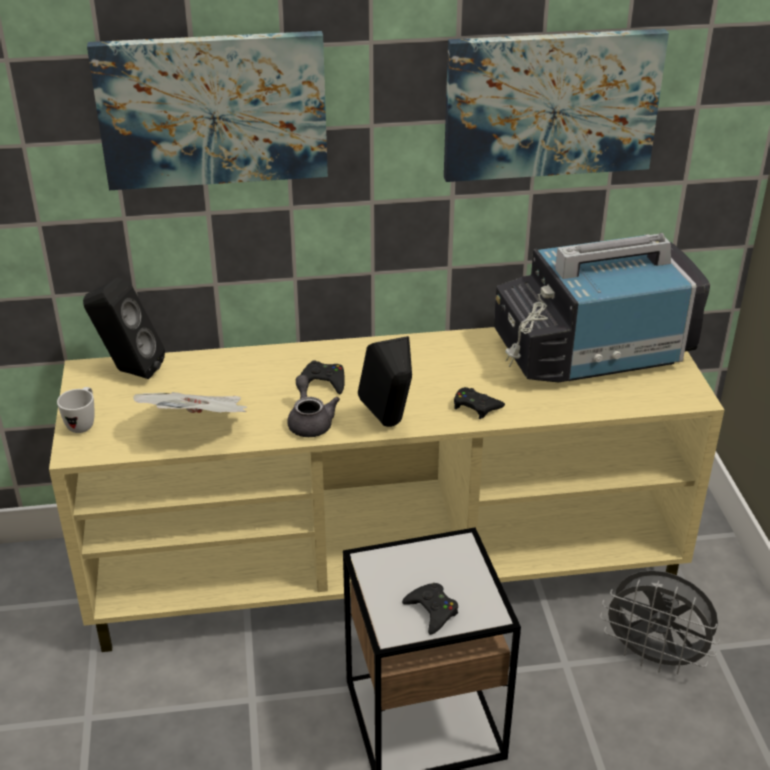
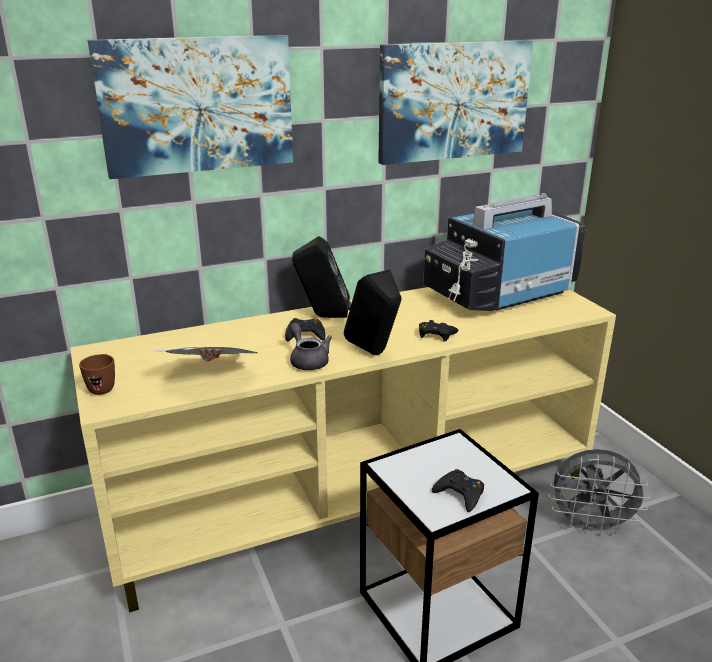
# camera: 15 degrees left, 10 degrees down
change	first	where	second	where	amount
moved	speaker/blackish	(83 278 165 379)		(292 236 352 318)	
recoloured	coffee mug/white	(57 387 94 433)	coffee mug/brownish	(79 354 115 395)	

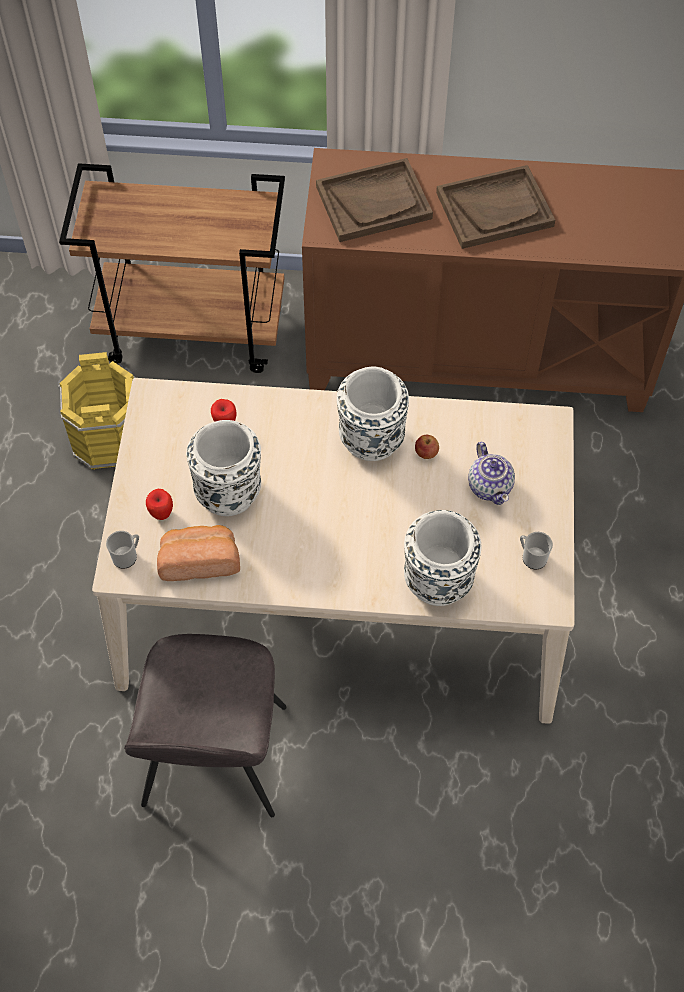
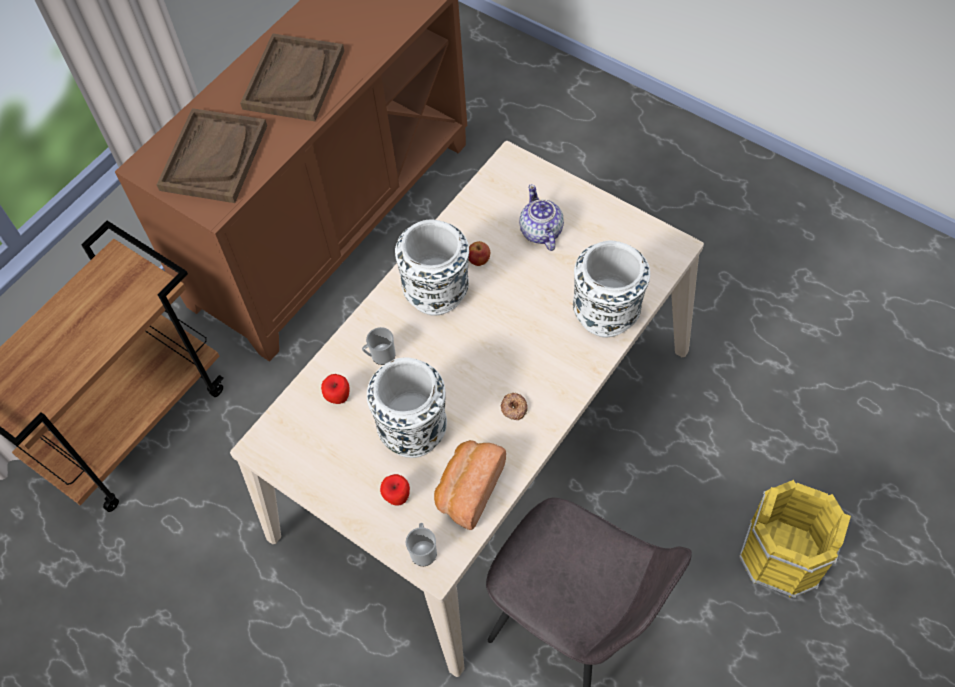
# camera: 55 degrees left, 0 degrees up
change	first	where	second	where	amount
moved	bucket/yellowish	(58 352 136 470)		(739 480 851 598)	
turned	tea pot	(468 442 515 505)		(519 184 564 251)	120 degrees counterclockwise
moved	coffee mug	(520 532 553 570)		(362 327 396 365)	
added			donut	(500 393 528 420)	

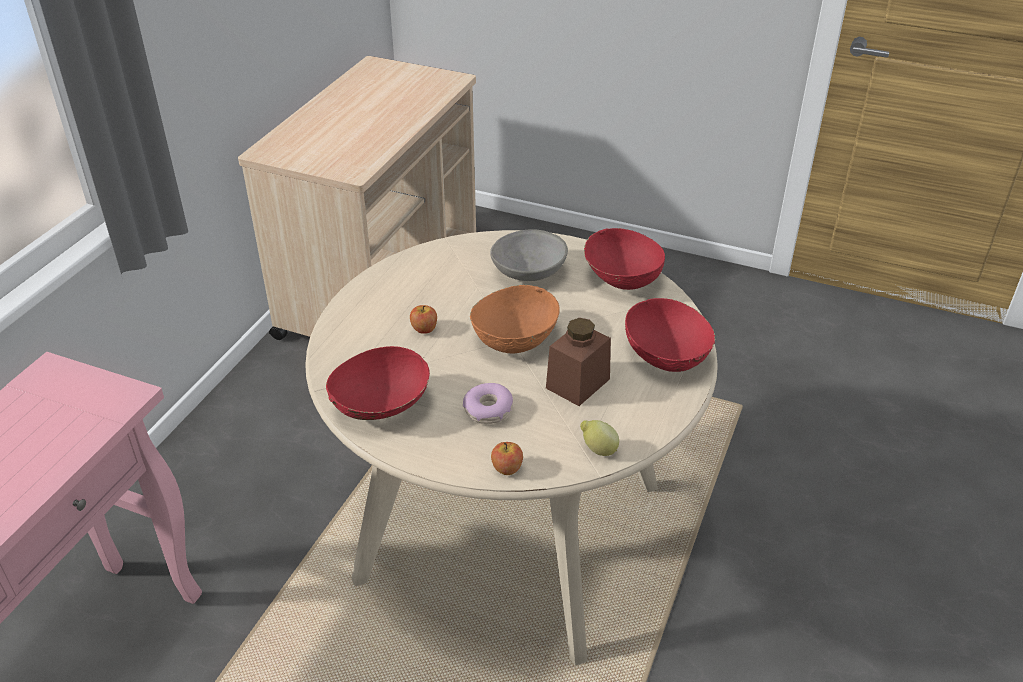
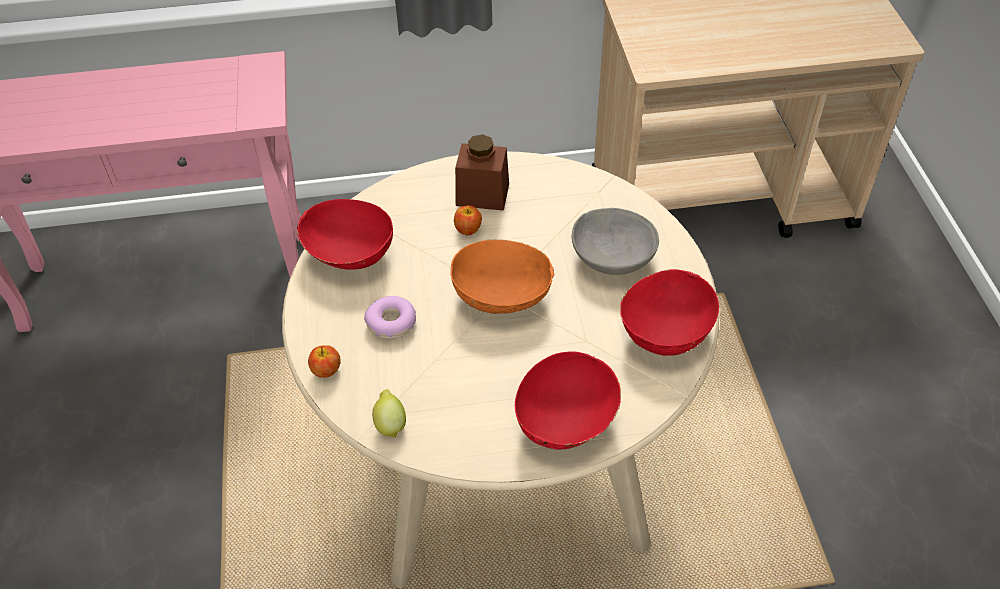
# camera: 60 degrees right, 10 degrees up
change	first	where	second	where	amount
moved	jar/brownish	(546 318 611 406)		(455 134 509 211)	

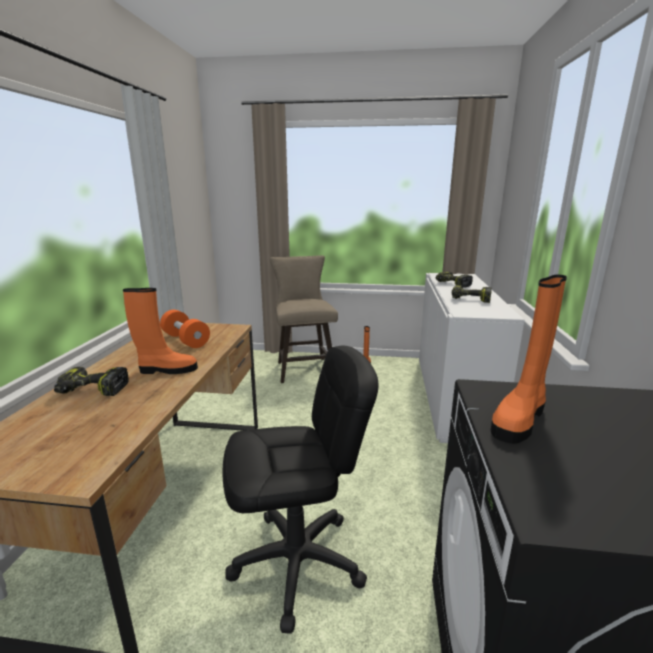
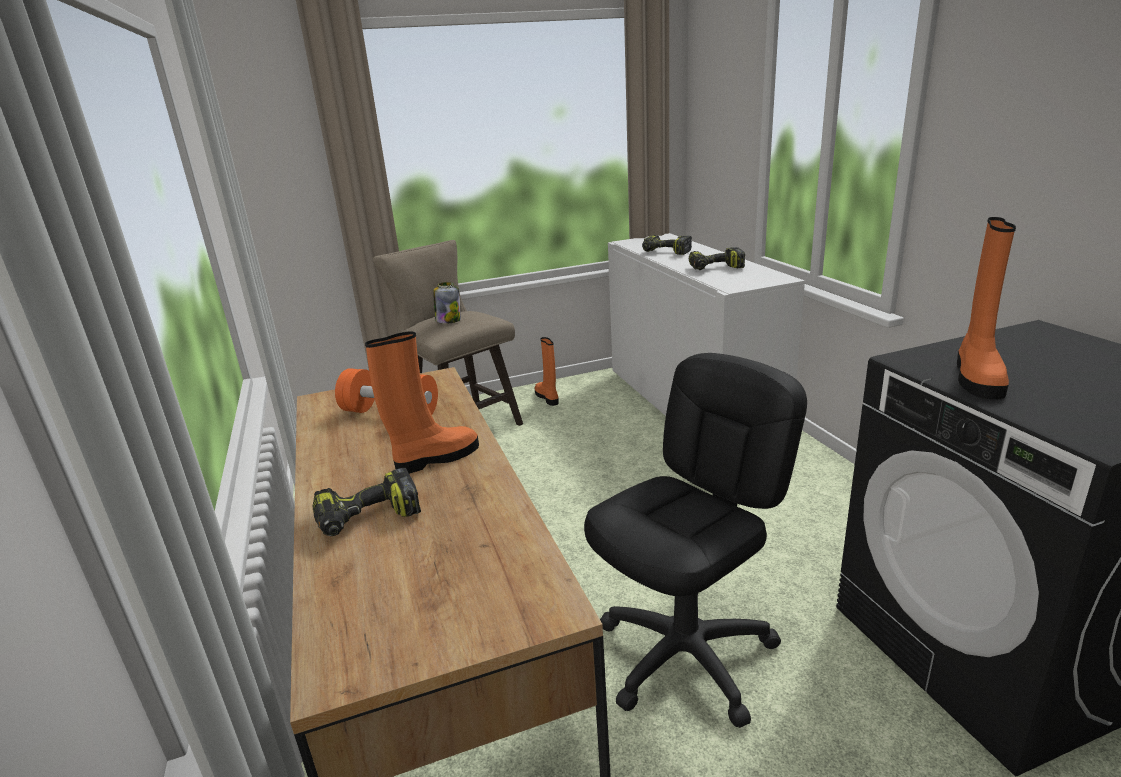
# camera: 25 degrees left, 5 degrees up
change	first	where	second	where	amount
added			jar	(433 282 461 324)	

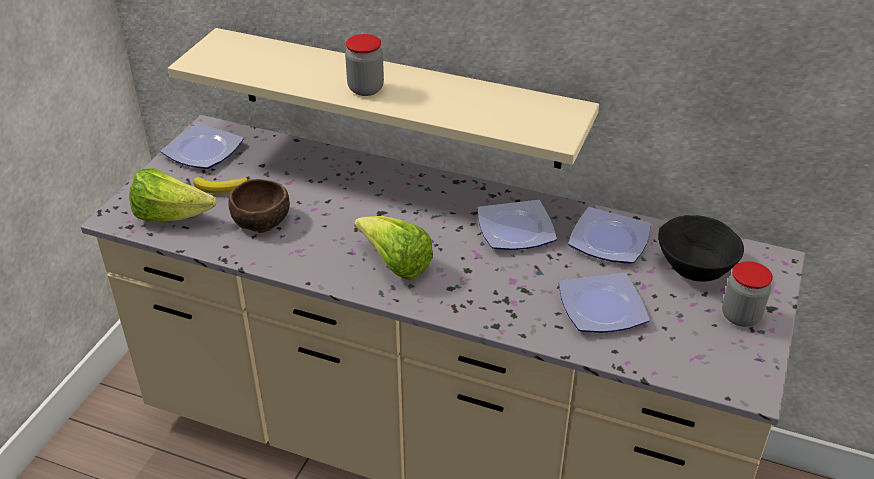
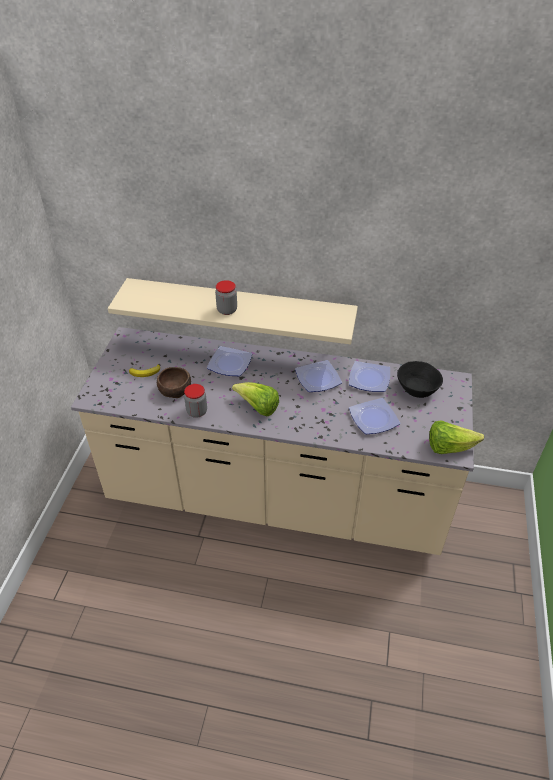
# camera: 10 degrees left, 5 degrees up
change	first	where	second	where	amount
moved	flat dish	(160 123 244 169)		(207 346 252 376)	
moved	head of lettuce	(129 168 217 222)		(429 420 484 454)	
moved	jar	(722 261 773 327)		(184 384 207 418)	

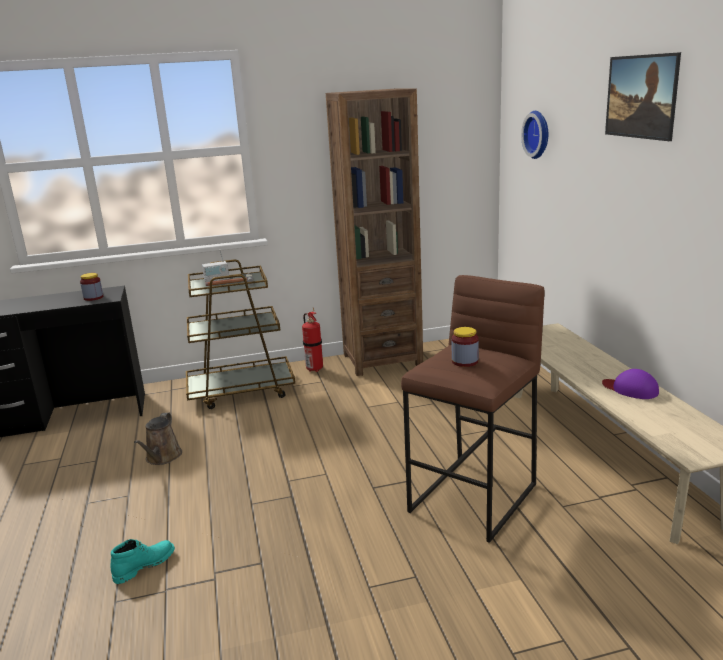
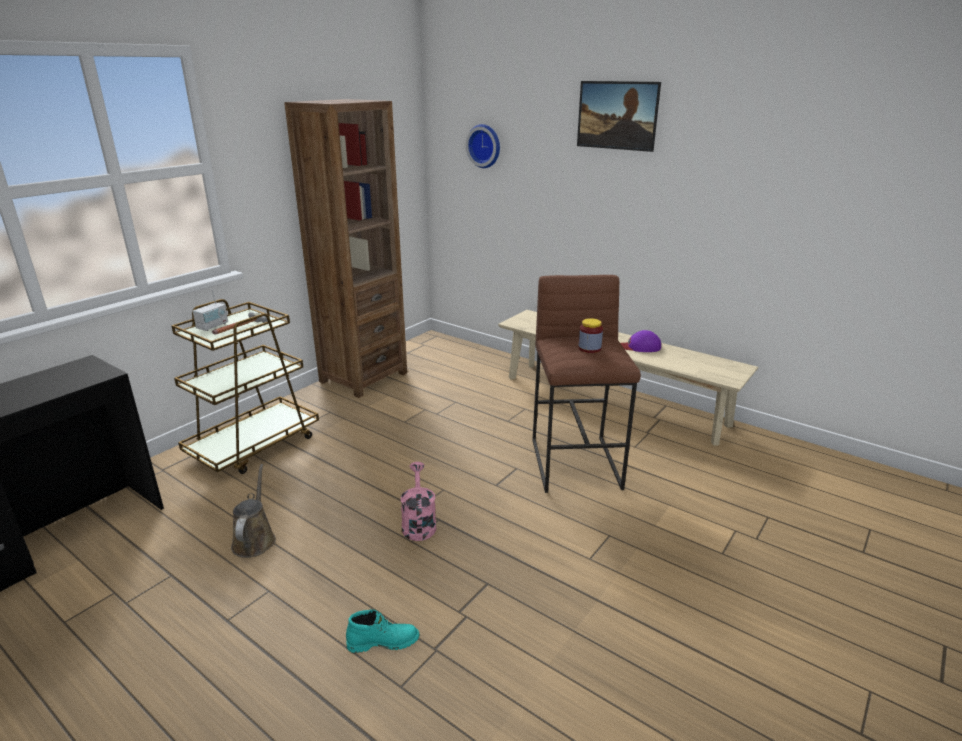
# camera: 40 degrees left, 5 degrees up
change	first	where	second	where	amount
removed	jar	(80 273 103 301)			
removed	fire extinguisher	(302 308 323 372)			
turned	sprinkling can/brownish	(134 413 182 465)		(231 464 276 558)	150 degrees counterclockwise
turned	high-top boot/turquoise-coloured	(111 539 175 584)		(346 609 420 653)	75 degrees clockwise
added			sprinkling can/pink-coloured	(401 462 436 541)	

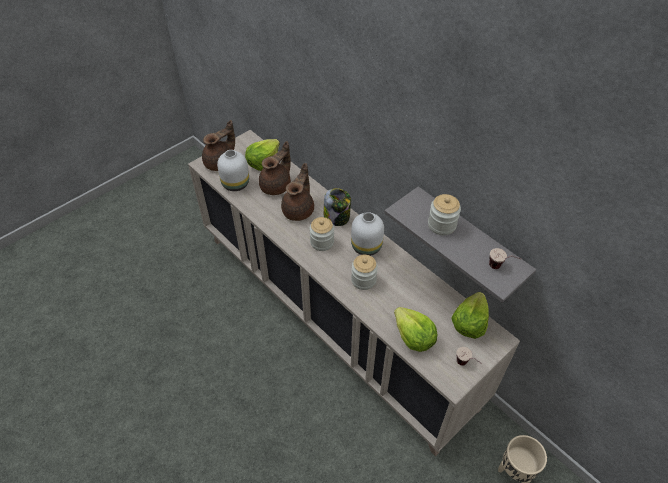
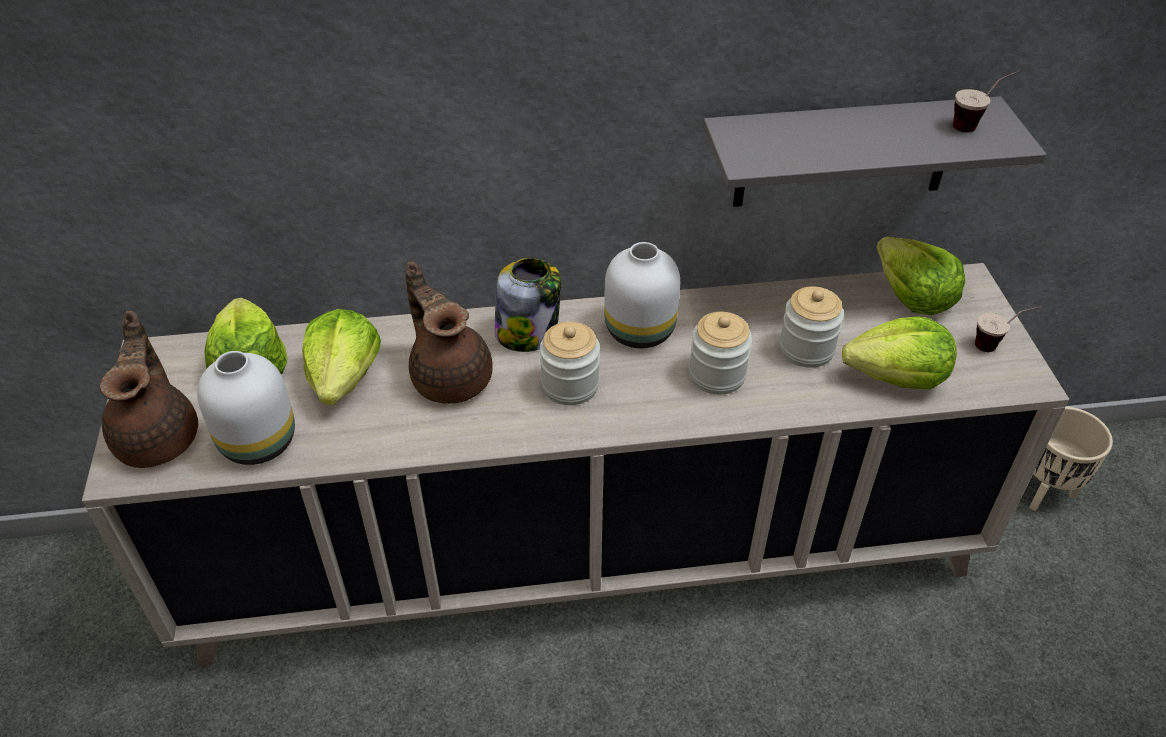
# camera: 55 degrees left, 5 degrees down
change	first	where	second	where	amount
replaced	tea pot/brownish	(259 141 291 195)	head of lettuce	(302 309 381 405)	
moved	jar	(428 194 461 235)		(779 286 844 368)	

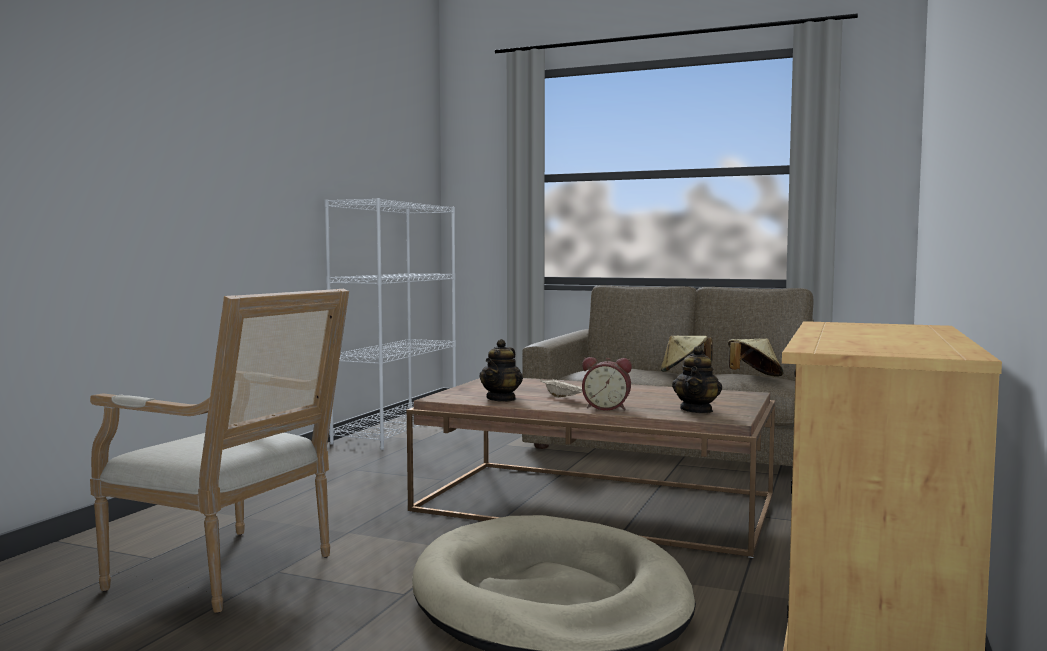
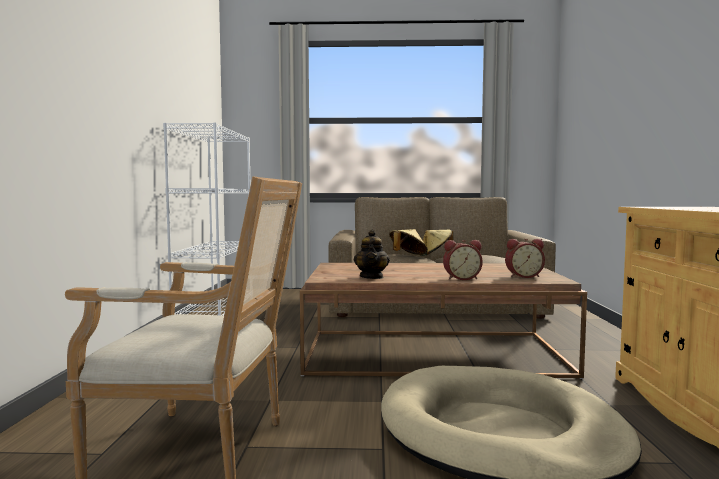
# camera: 20 degrees left, 0 degrees up
change	first	where	second	where	amount
moved	clothing hat/beige-coloured	(728 339 783 377)		(389 229 428 255)	
replaced	tea pot	(672 346 722 413)	alarm clock	(505 239 545 278)	
removed	serving tray/beige-coloured	(540 379 583 398)			

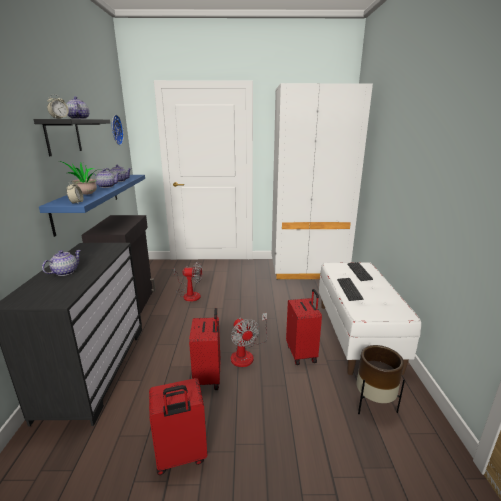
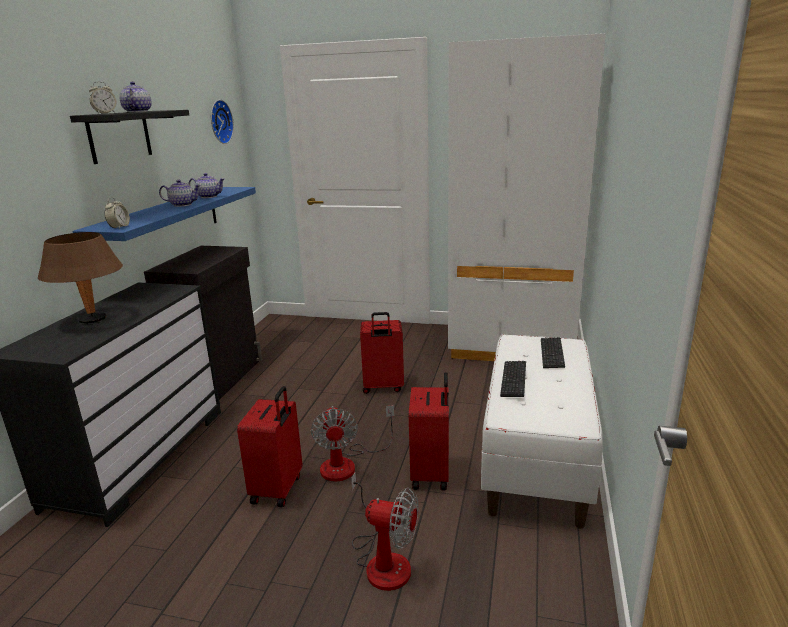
# camera: 15 degrees right, 0 degrees up
change	first	where	second	where	amount
removed	houseplant	(60 161 101 195)			
replaced	tea pot	(42 250 81 276)	tabletop lamp/brownish	(38 232 123 324)	
moved	fan	(173 261 202 302)		(351 472 419 591)	
removed	planter/brownish	(357 345 405 414)			
moved	piece of luggage/reddish	(149 378 207 475)		(360 312 404 394)	

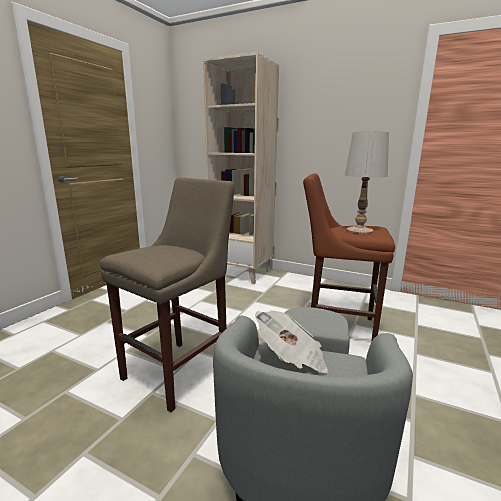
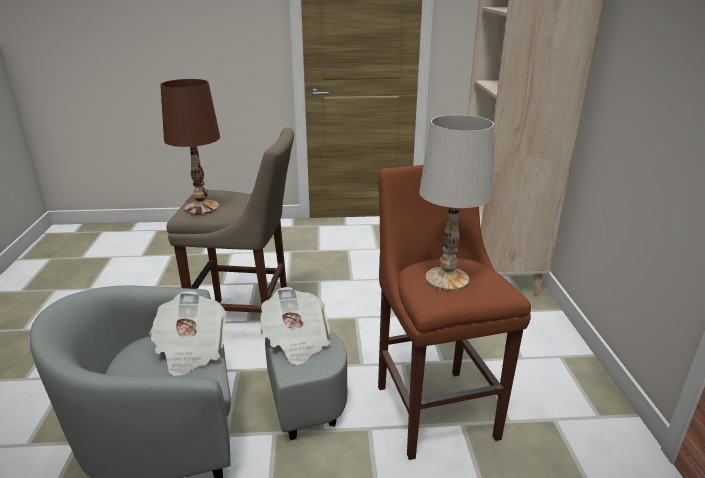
# camera: 60 degrees right, 10 degrees up
change	first	where	second	where	amount
added			tabletop lamp/brownish	(160 79 220 215)	
added			printed paper	(260 287 330 365)	

